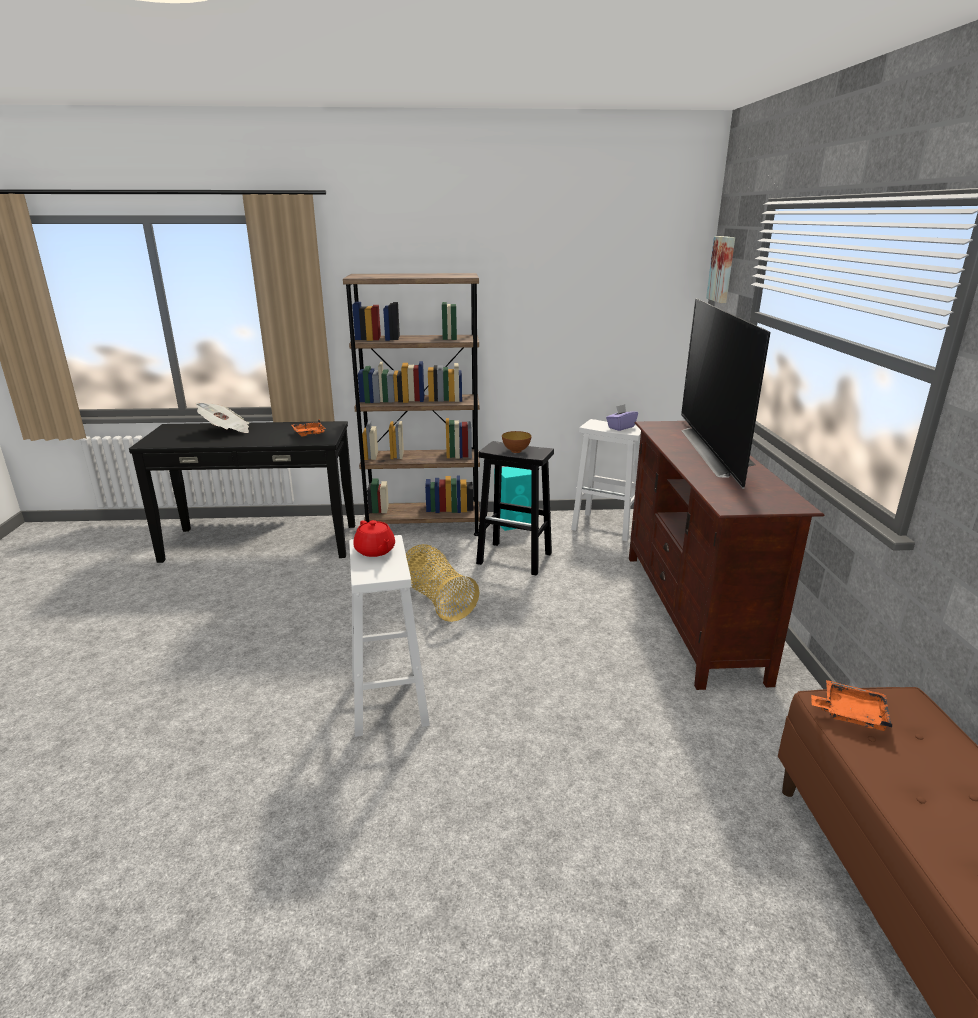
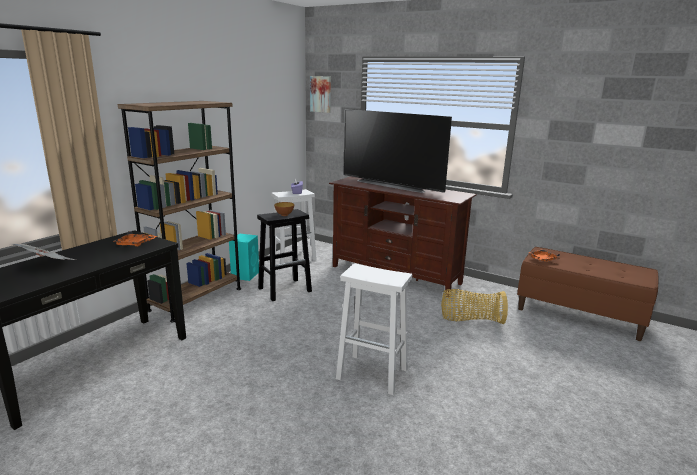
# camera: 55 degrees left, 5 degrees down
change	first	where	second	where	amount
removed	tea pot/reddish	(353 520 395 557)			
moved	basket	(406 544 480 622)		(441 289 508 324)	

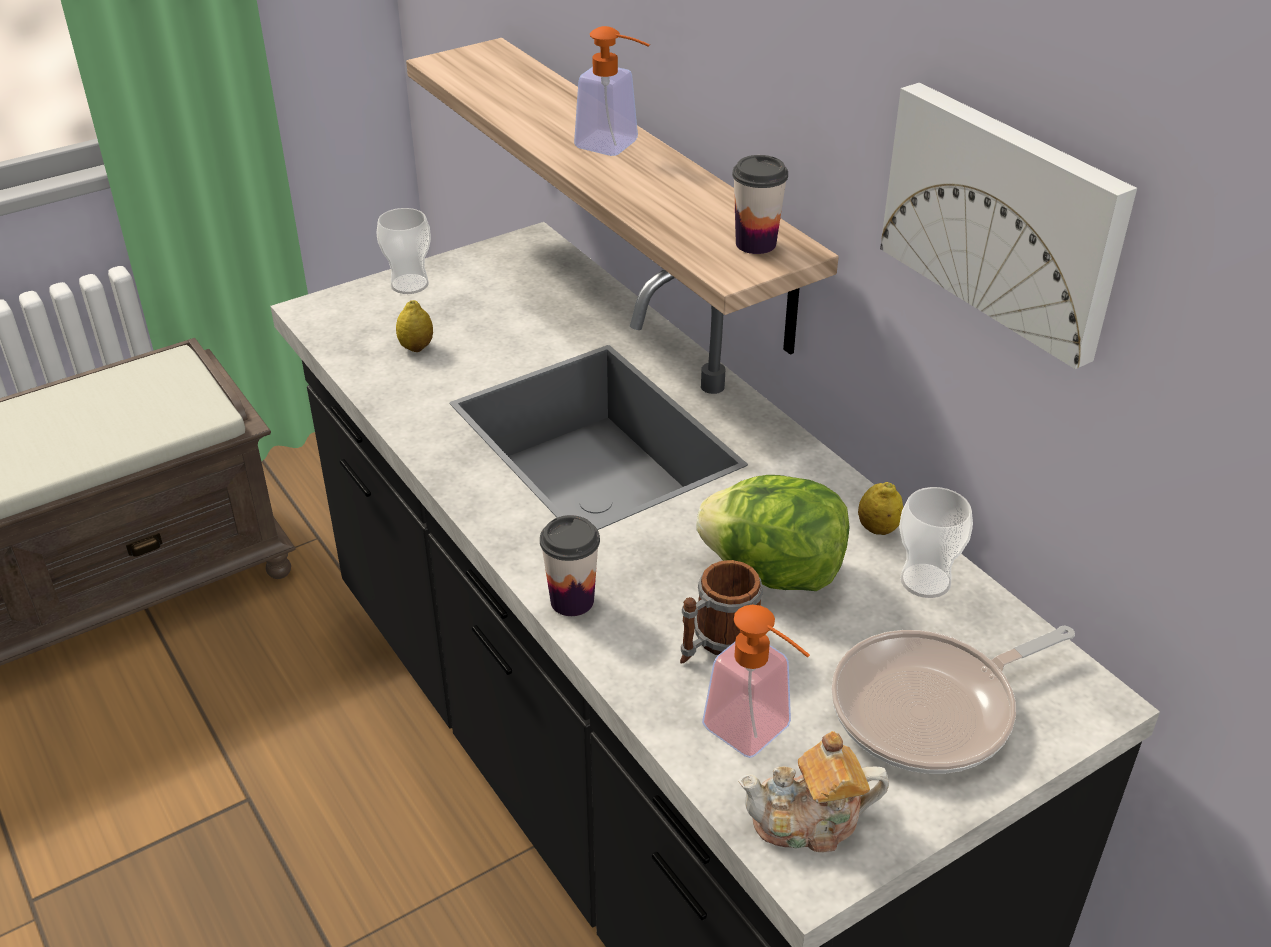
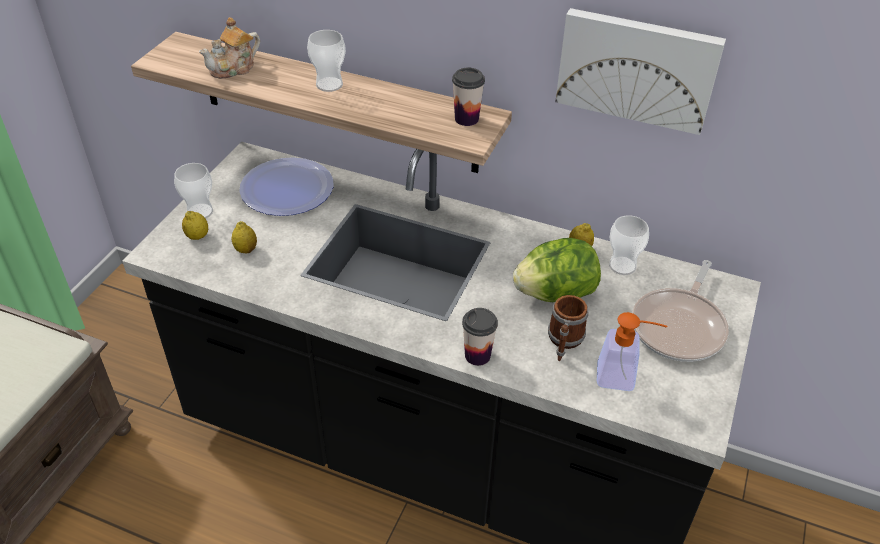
# camera: 35 degrees left, 5 degrees up
change	first	where	second	where	amount
replaced	liquid soap bottle	(574 26 650 156)	cup	(307 30 346 92)	
moved	tea pot	(738 731 889 852)		(199 17 260 79)	
added			flat dish	(239 157 333 216)	
added			citrus fruit	(182 211 208 240)	

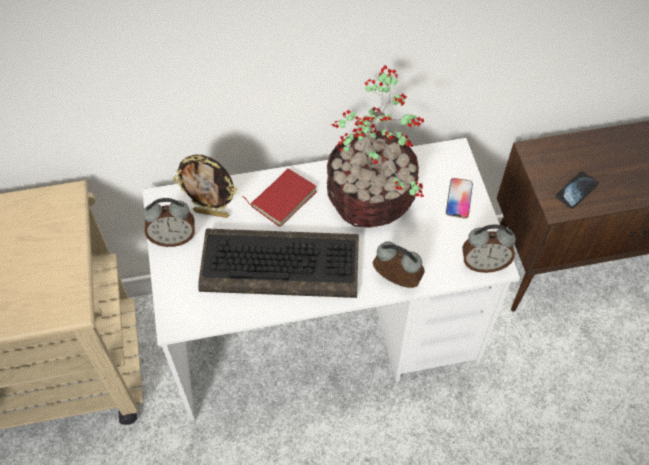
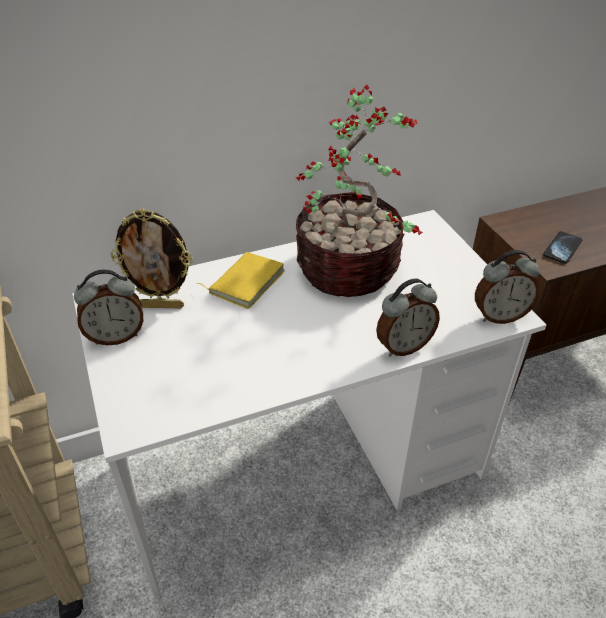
# camera: 10 degrees left, 15 degrees down
change	first	where	second	where	amount
recoloured	book/reddish	(242 168 317 227)	book/yellowish	(197 252 284 309)	
removed	telephone	(446 178 473 219)			
removed	keyboard	(198 228 359 298)			
turned	alarm clock	(373 242 425 288)		(376 279 440 357)	135 degrees clockwise

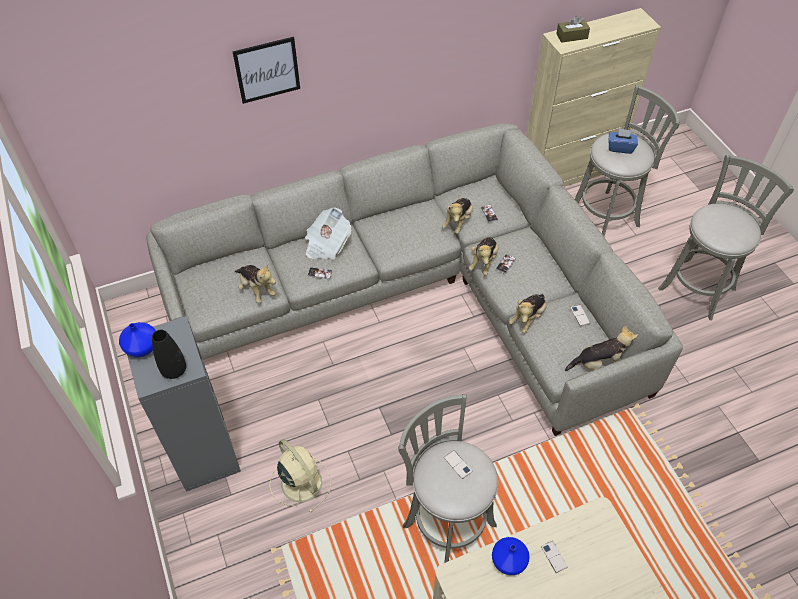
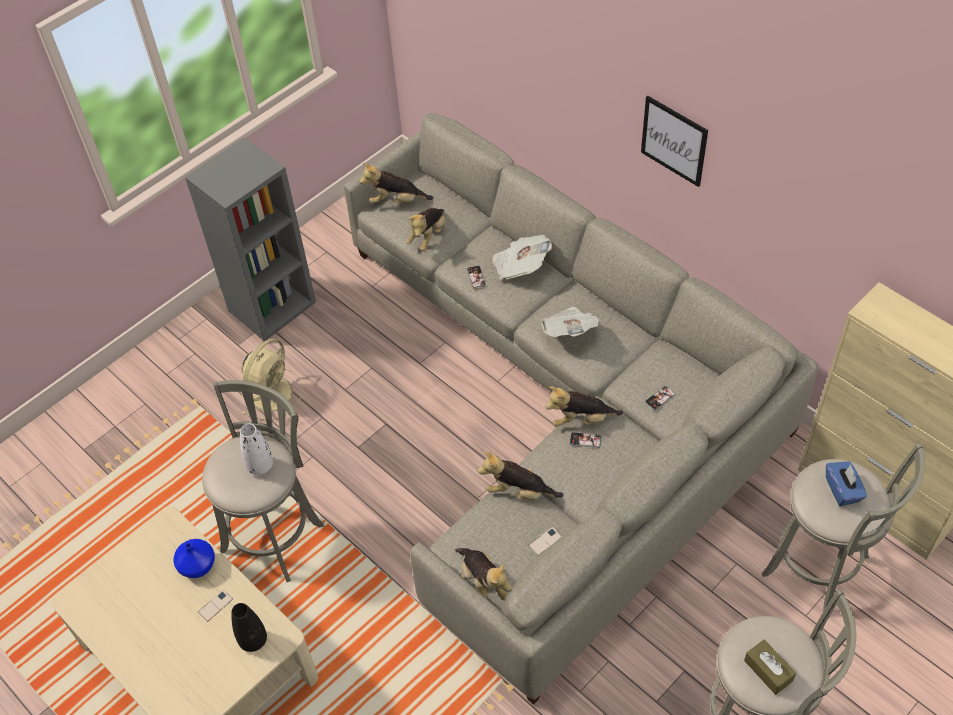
# camera: 70 degrees right, 0 degrees up
change	first	where	second	where	amount
moved	tissue box/brownish	(556 16 590 43)		(744 639 796 695)	
moved	wall picture	(232 37 300 104)		(641 96 708 187)	
moved	plush toy	(442 198 473 234)		(360 163 433 203)	
removed	vase/blue	(119 322 156 357)			
moved	vase/blackish	(152 330 186 379)		(231 603 267 652)	
replaced	telephone	(444 450 473 479)	vase/white	(240 424 273 475)	
added			printed paper	(541 307 599 337)	

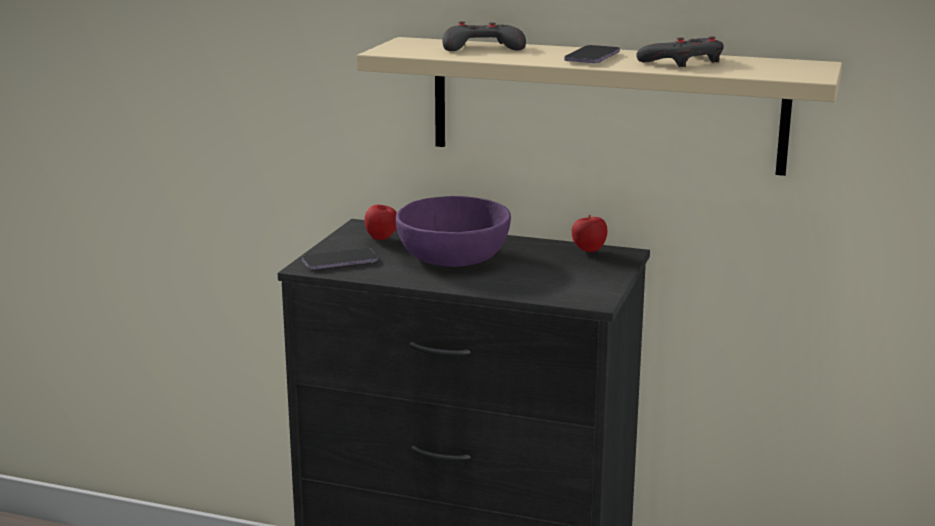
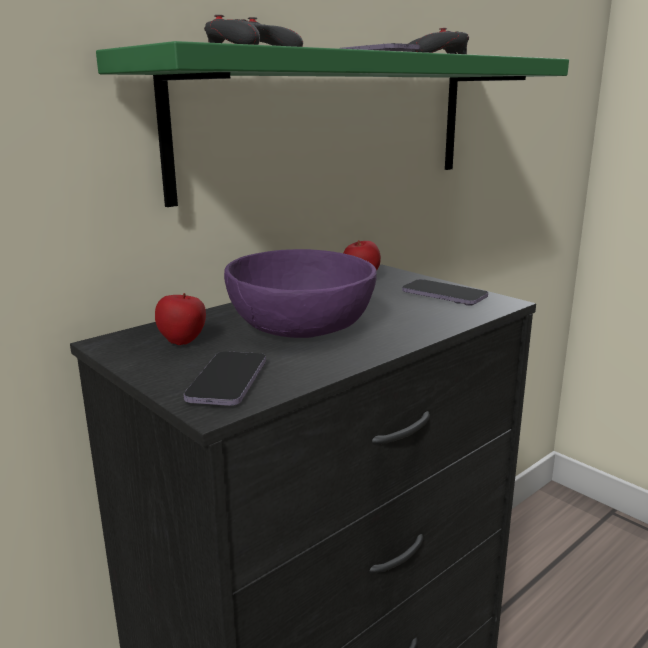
# camera: 60 degrees left, 0 degrees up
change	first	where	second	where	amount
recoloured	shelf/beige-coloured	(357 37 842 176)	shelf/green-coloured	(96 41 569 207)	
added			telephone	(402 279 488 306)	

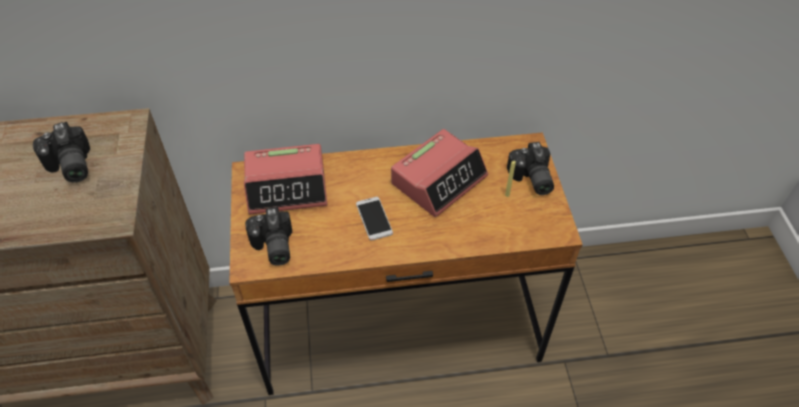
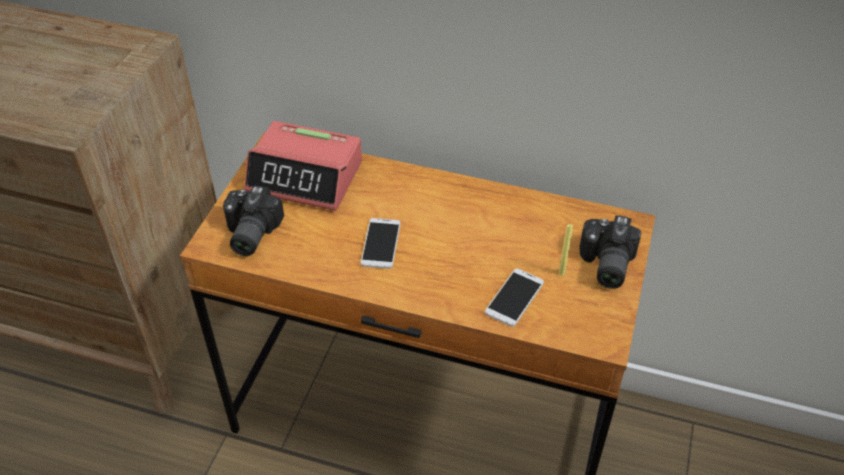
# camera: 25 degrees right, 5 degrees down
change	first	where	second	where	amount
removed	still camera	(33 122 90 183)			
removed	alarm clock	(391 129 488 217)			
added			telephone	(485 269 544 327)	

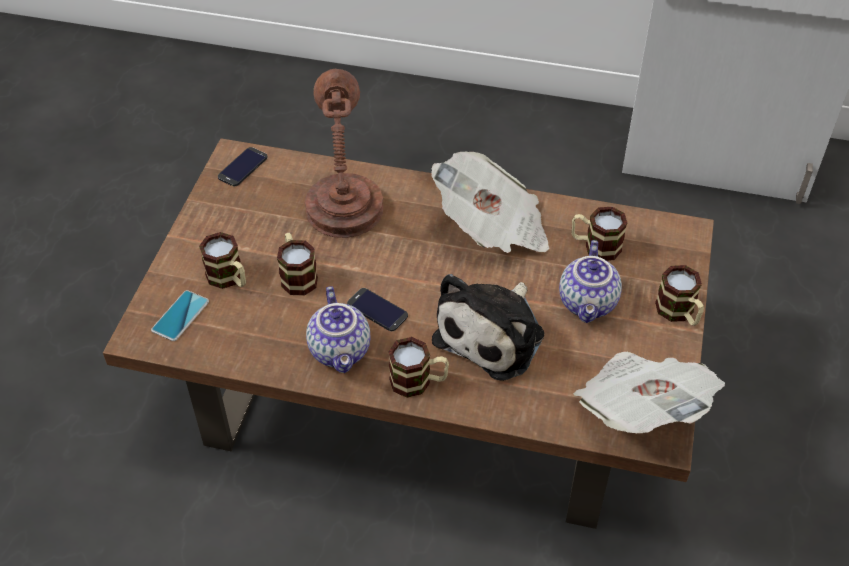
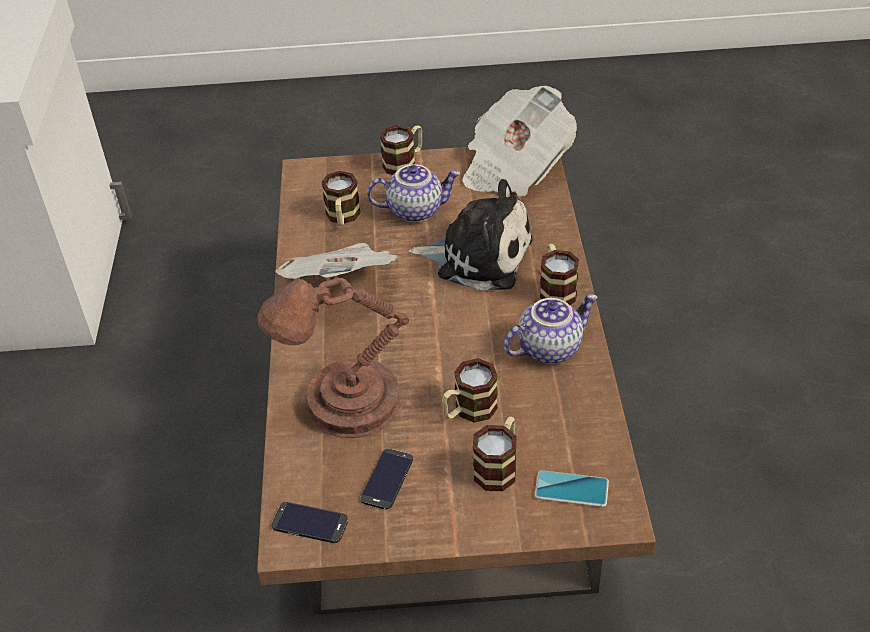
# camera: 105 degrees left, 5 degrees down
change	first	where	second	where	amount
moved	telephone	(347 288 408 331)		(361 449 413 510)	

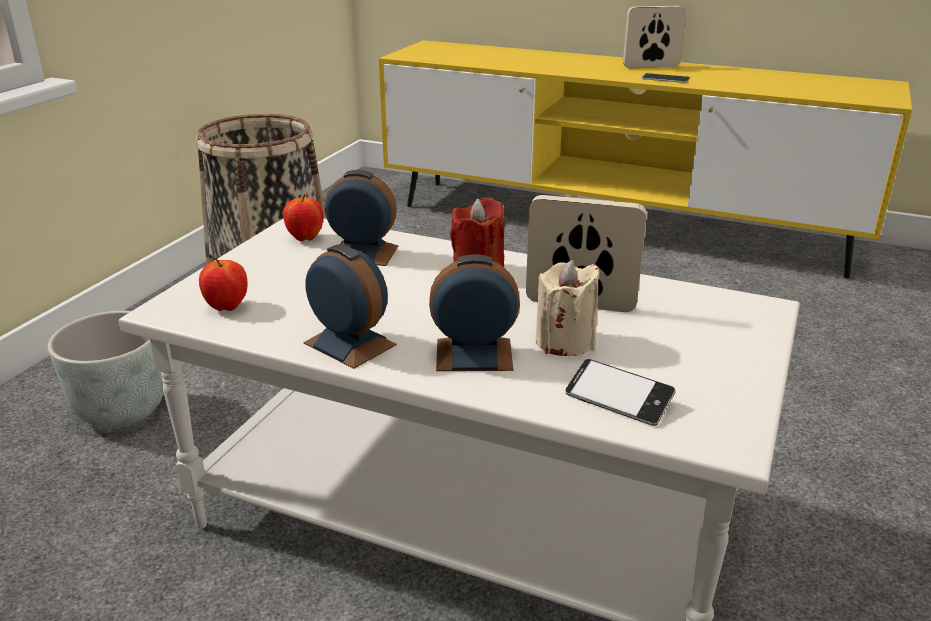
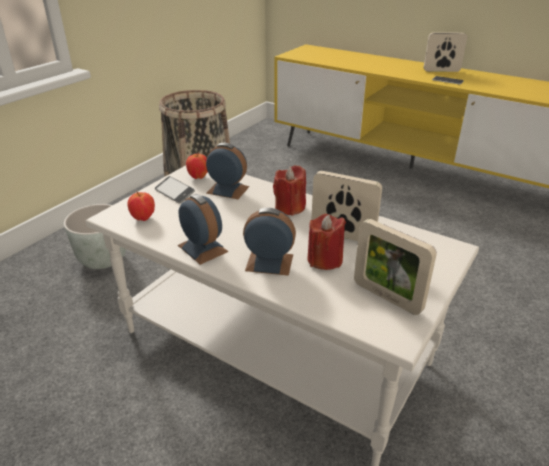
# camera: 10 degrees right, 5 degrees up
change	first	where	second	where	amount
recoloured	wax candle/beige-coloured	(536 260 599 356)	wax candle/reddish	(307 214 346 270)	
moved	telephone	(565 359 675 426)		(155 176 195 204)	
added			picture frame	(354 219 437 315)	

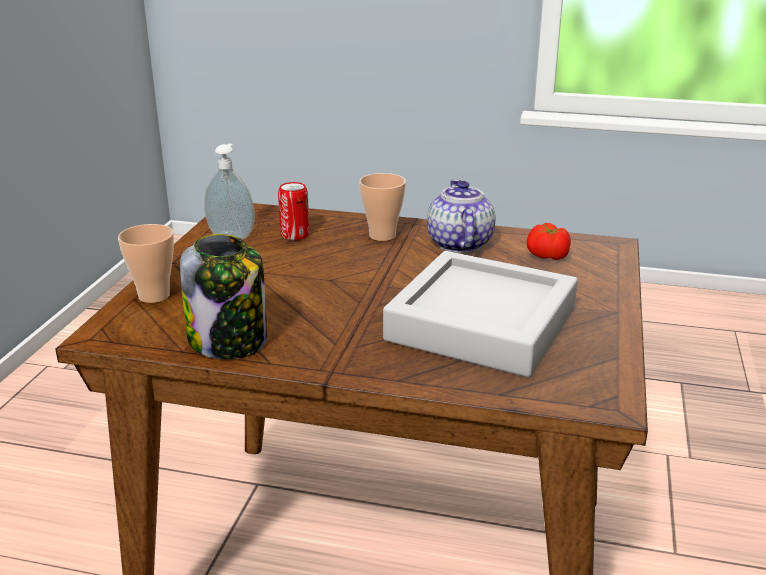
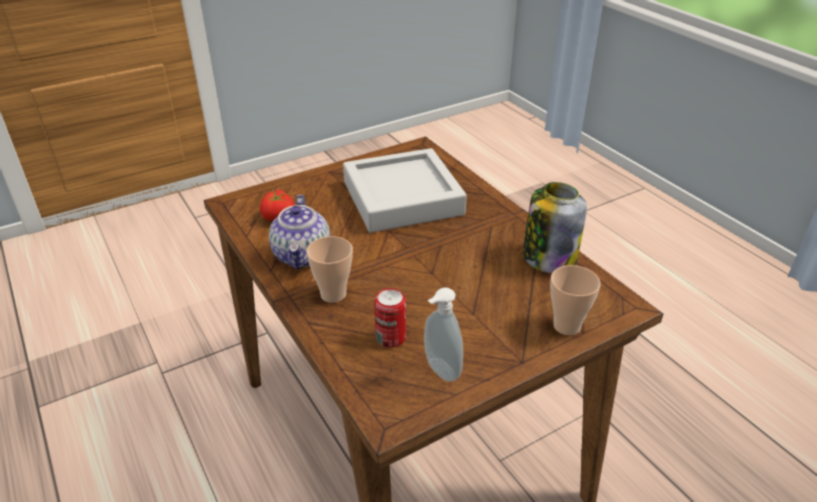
# camera: 135 degrees left, 10 degrees up
change	first	where	second	where	amount
turned	tea pot	(427 179 495 253)		(269 195 330 269)	45 degrees counterclockwise

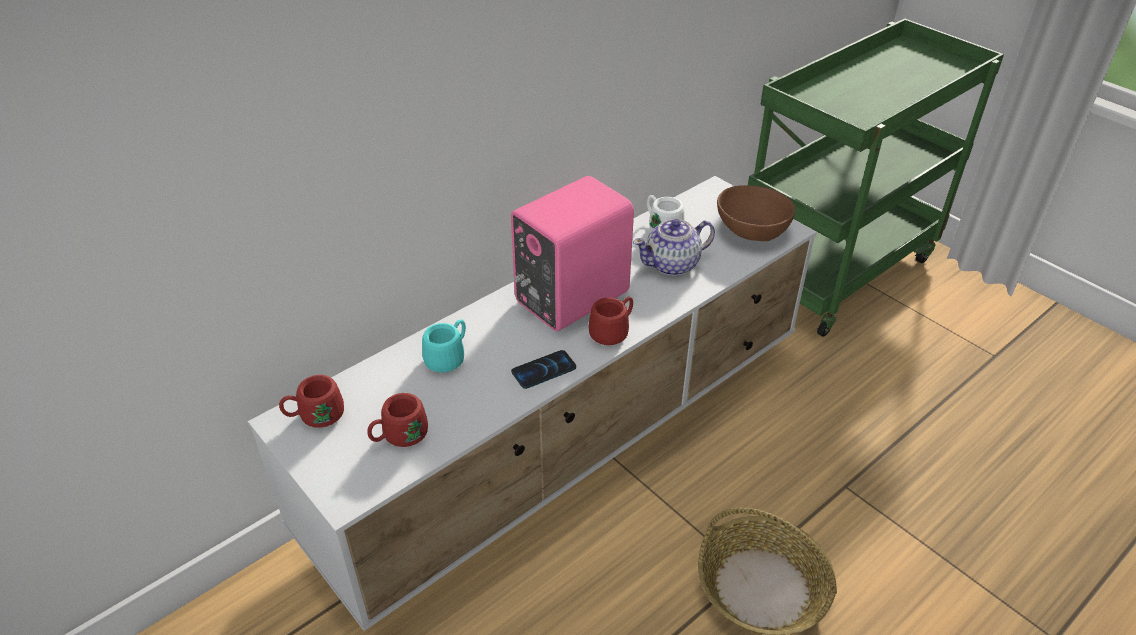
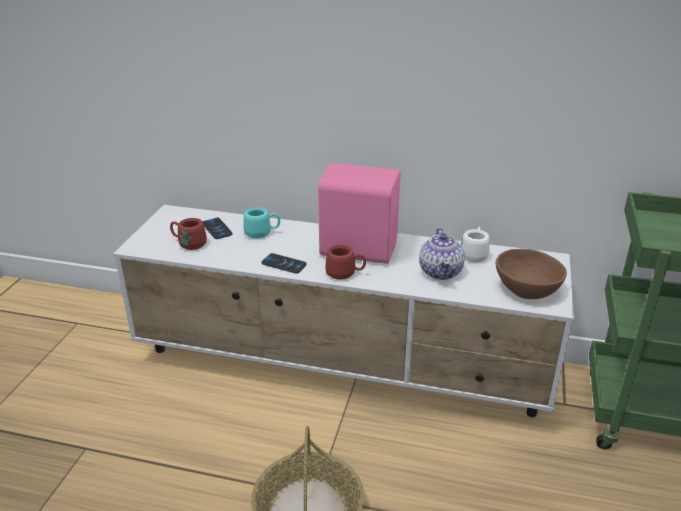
# camera: 55 degrees right, 10 degrees down
change	first	where	second	where	amount
turned	tea pot	(633 219 715 276)		(419 228 465 280)	120 degrees counterclockwise
removed	coffee mug/reddish	(279 375 344 428)			
added			telephone	(202 218 233 239)	

